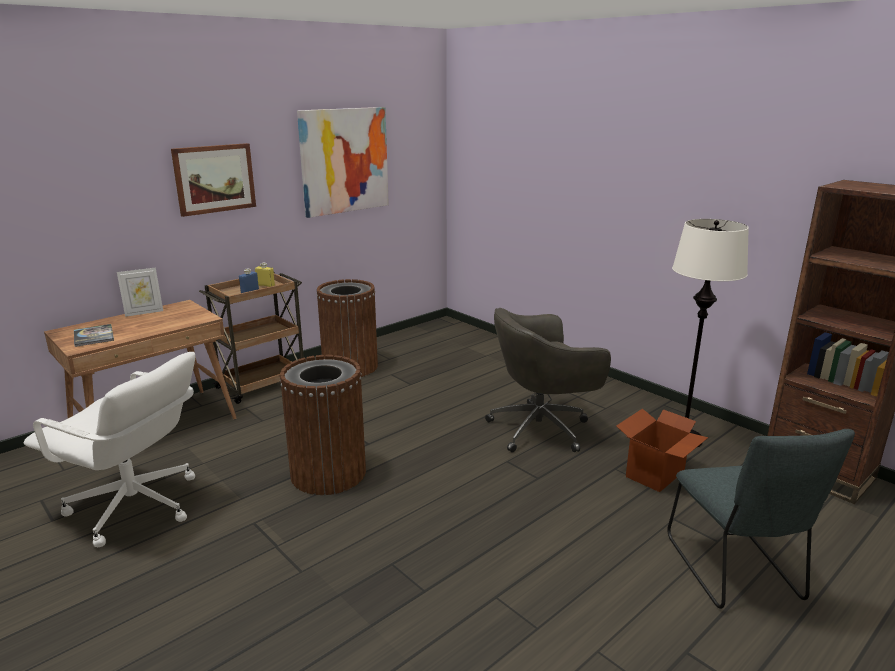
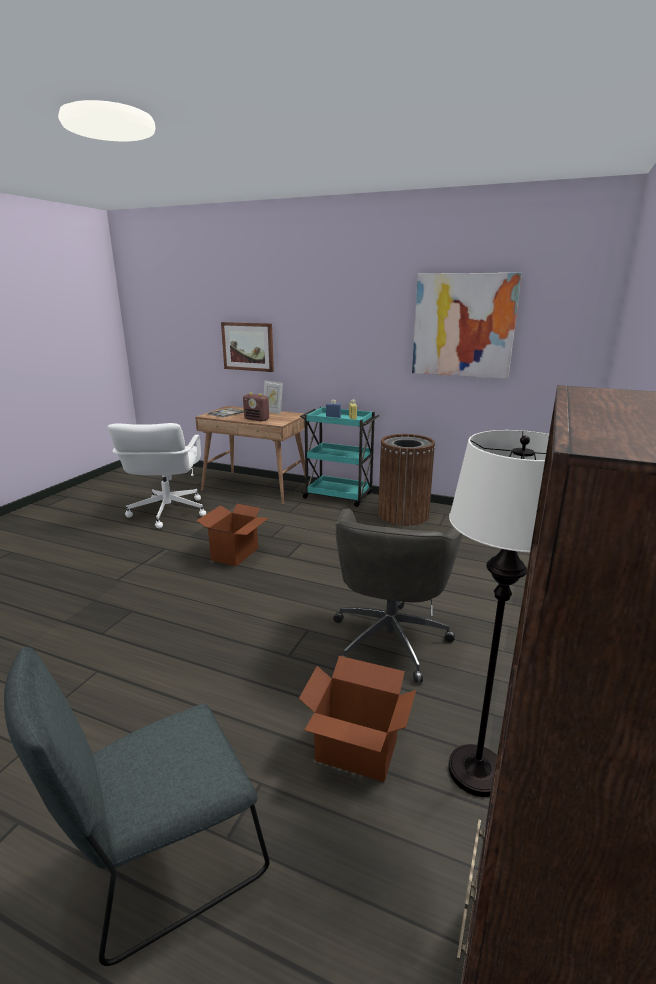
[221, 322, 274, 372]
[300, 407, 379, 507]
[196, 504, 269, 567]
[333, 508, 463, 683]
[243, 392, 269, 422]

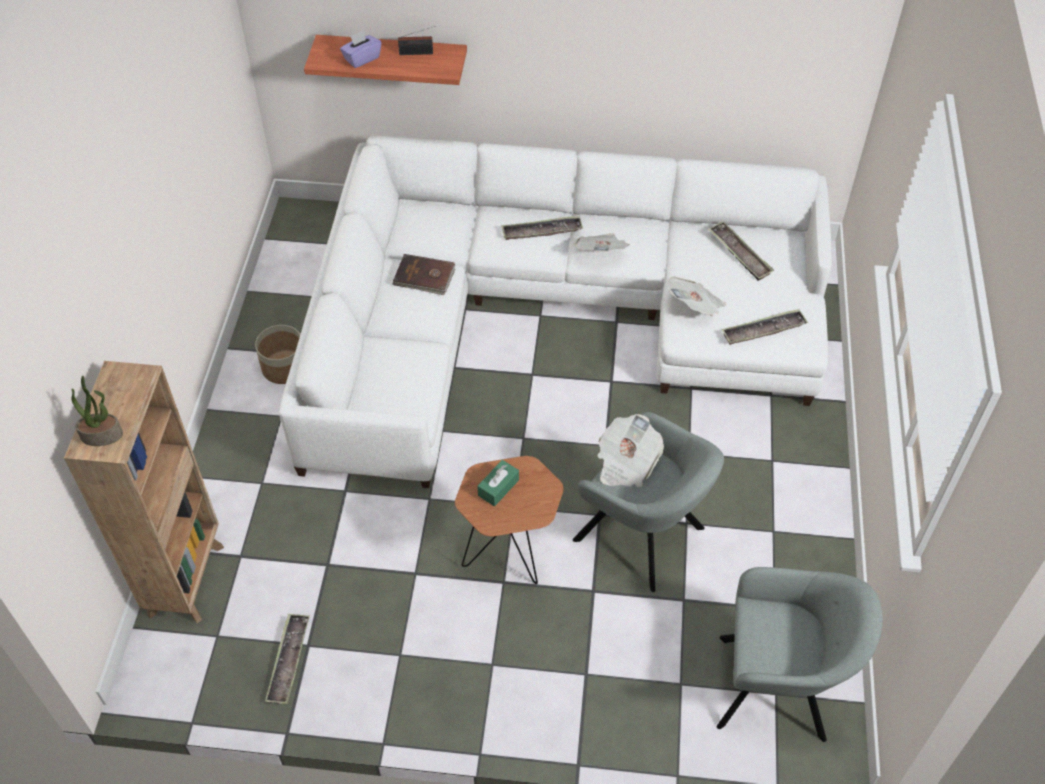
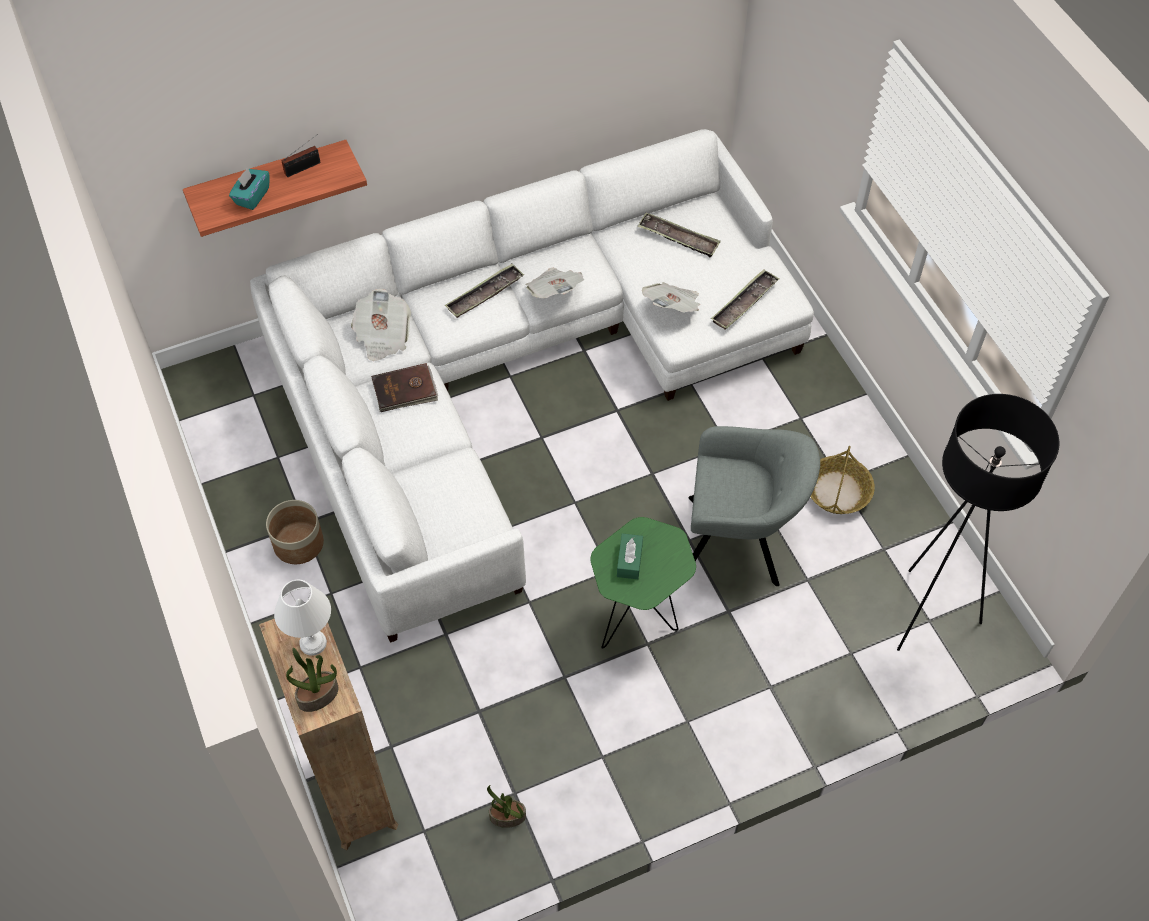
[487, 785, 526, 828]
[229, 167, 269, 210]
[590, 517, 696, 649]
[351, 289, 411, 361]
[897, 394, 1059, 651]
[274, 580, 331, 656]
[811, 446, 875, 514]

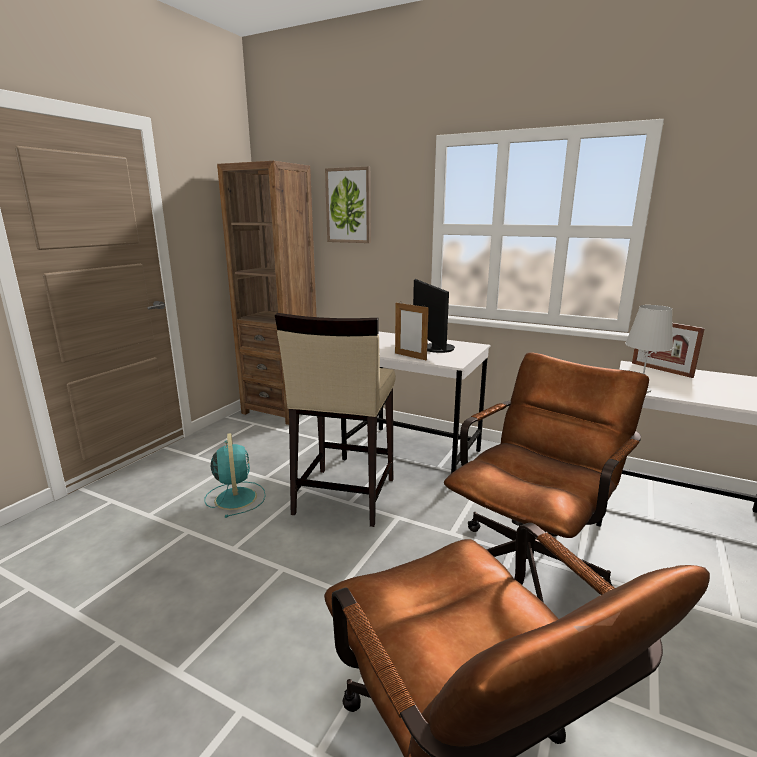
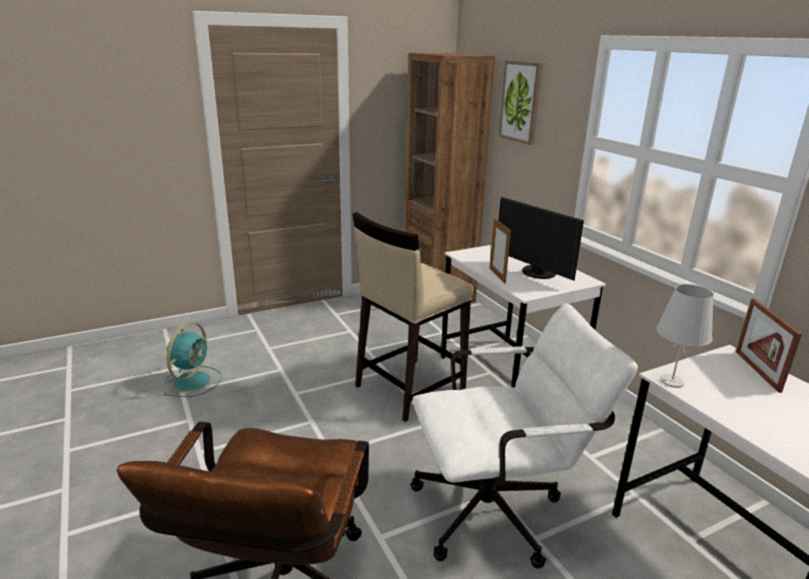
[163, 322, 222, 397]
[499, 197, 584, 281]
[410, 303, 638, 569]

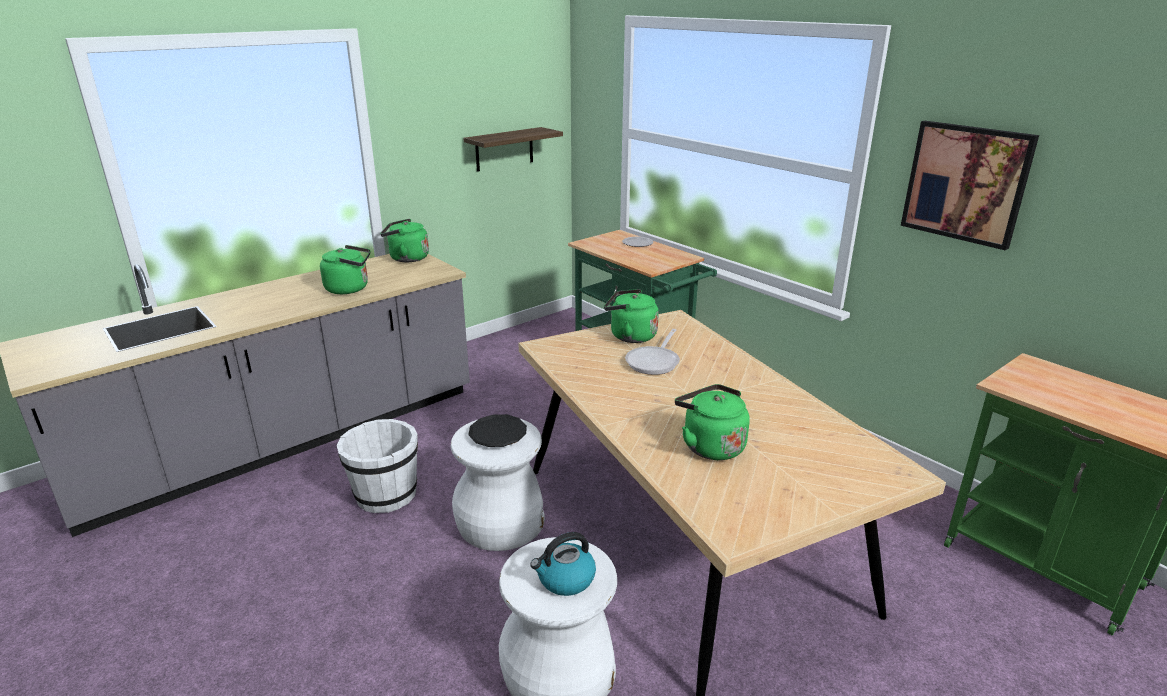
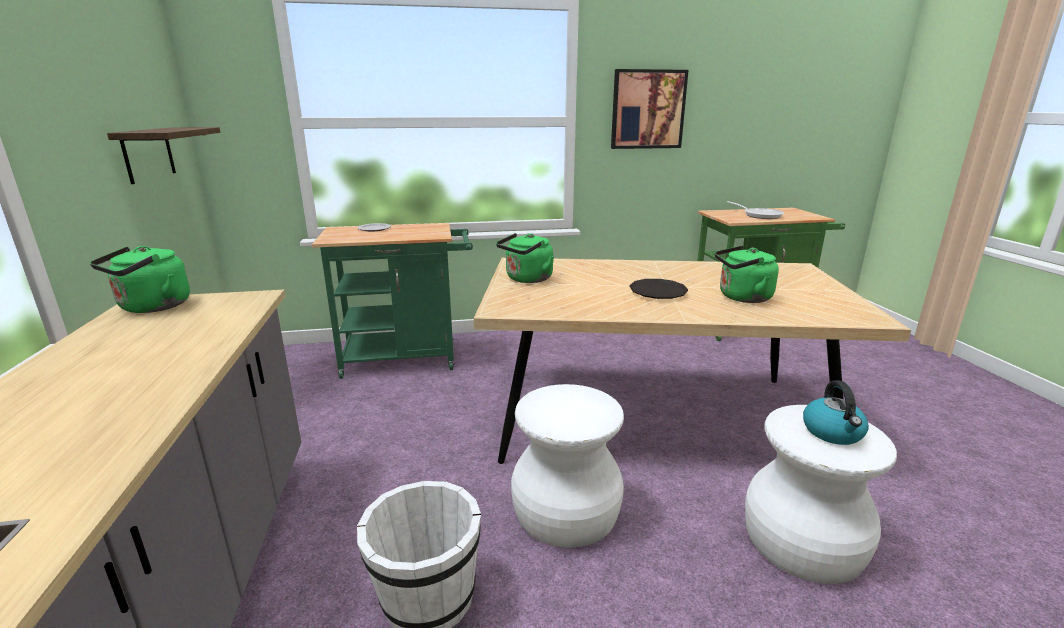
[320, 245, 371, 294] (first image)
[629, 279, 688, 299]
[727, 201, 784, 219]

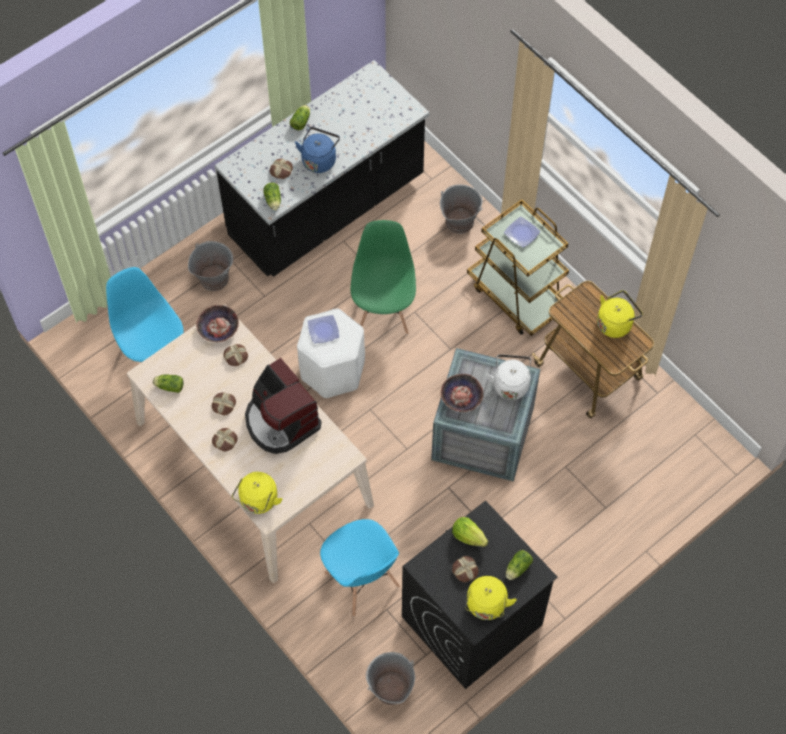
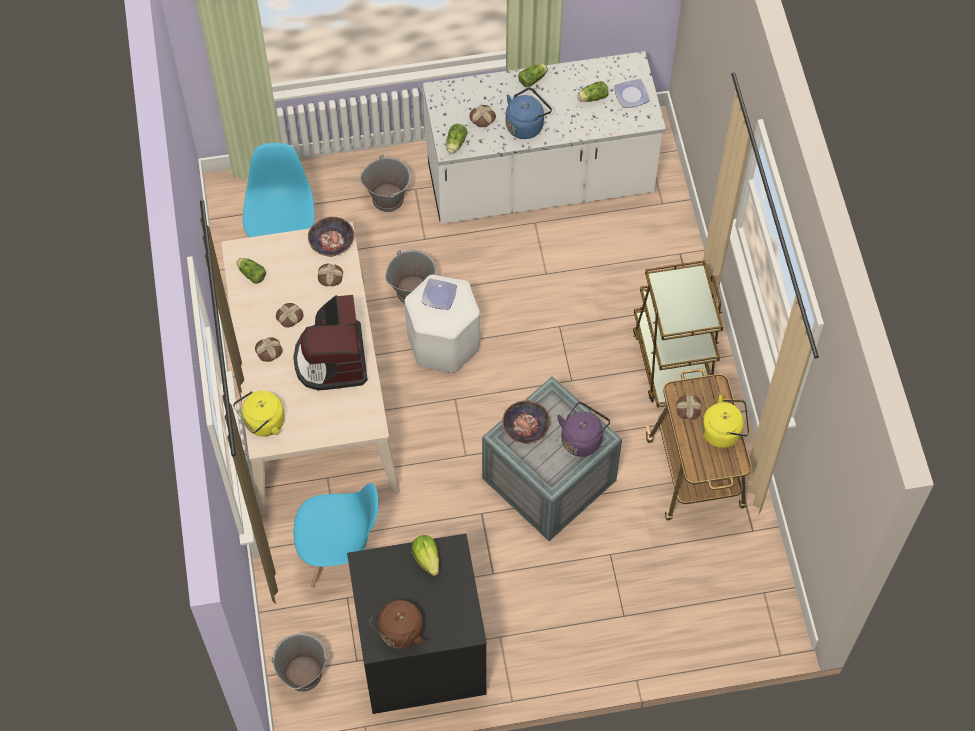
[423, 51, 666, 224]
[294, 483, 379, 588]
[351, 220, 416, 335] (first image)
[385, 249, 437, 304]
[676, 395, 702, 420]
[369, 600, 425, 649]
[557, 402, 610, 457]
[614, 79, 650, 108]
[577, 81, 608, 102]

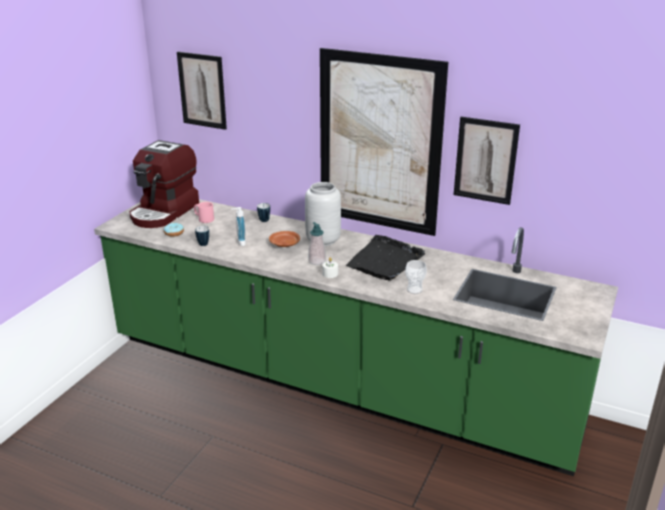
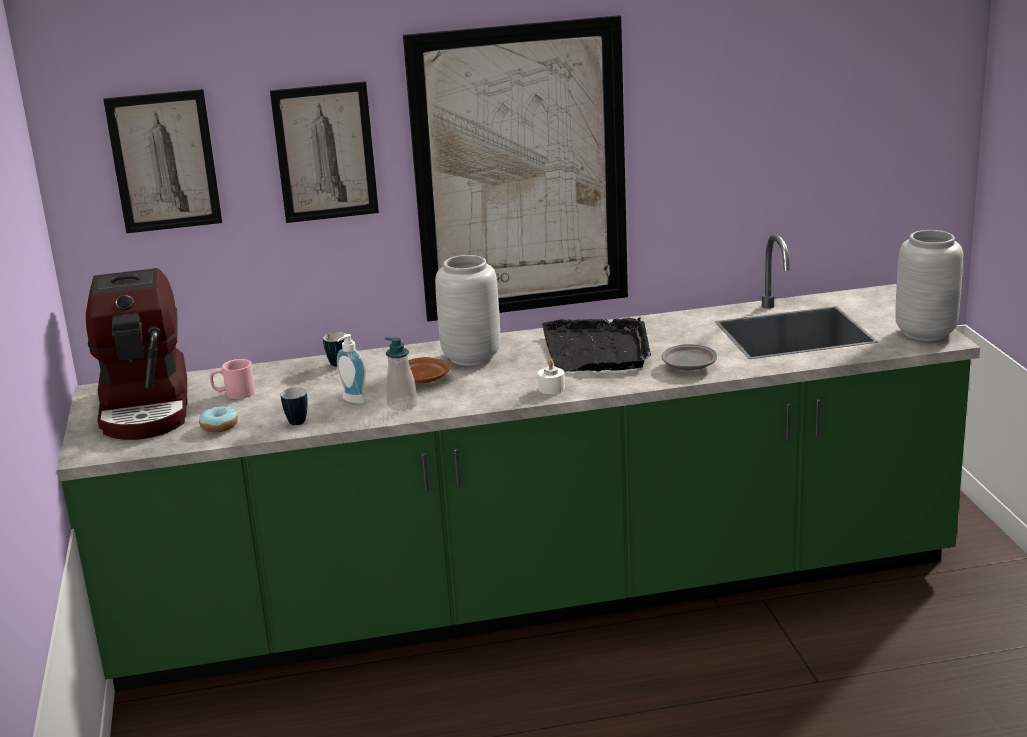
[385, 337, 417, 410]
[662, 344, 717, 371]
[270, 81, 379, 223]
[895, 230, 963, 341]

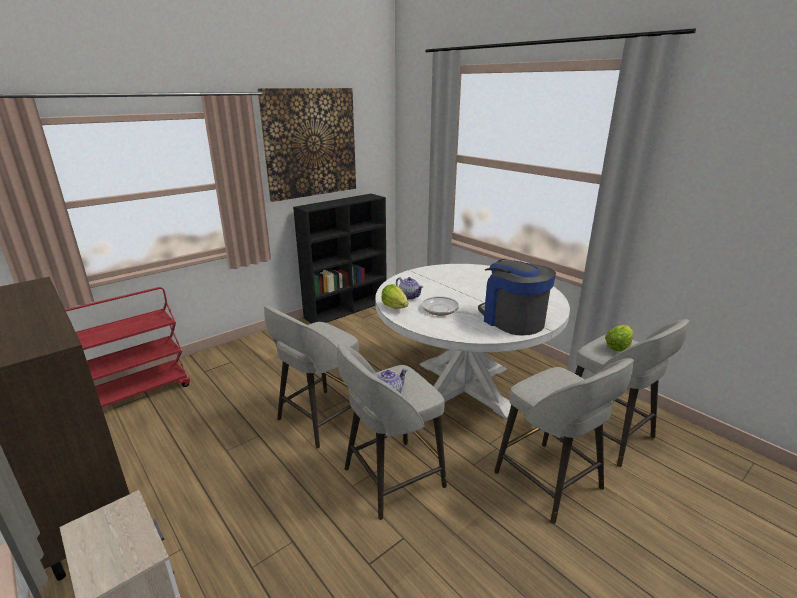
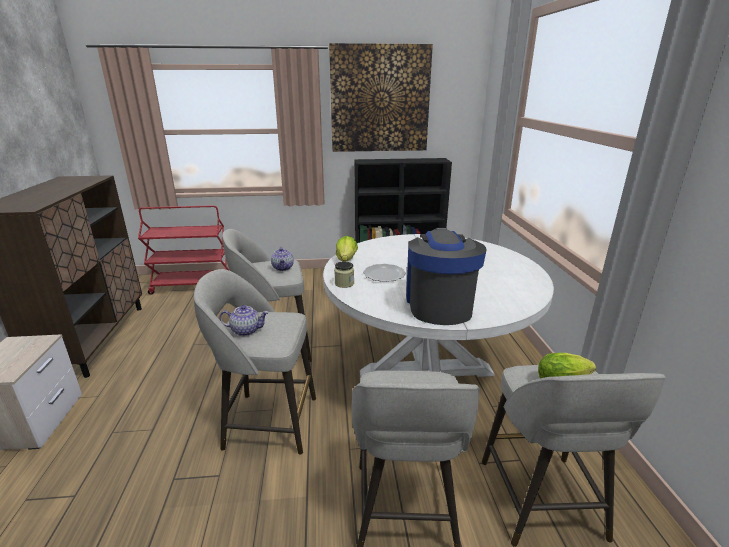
[271, 247, 294, 271]
[363, 264, 406, 282]
[334, 261, 354, 288]

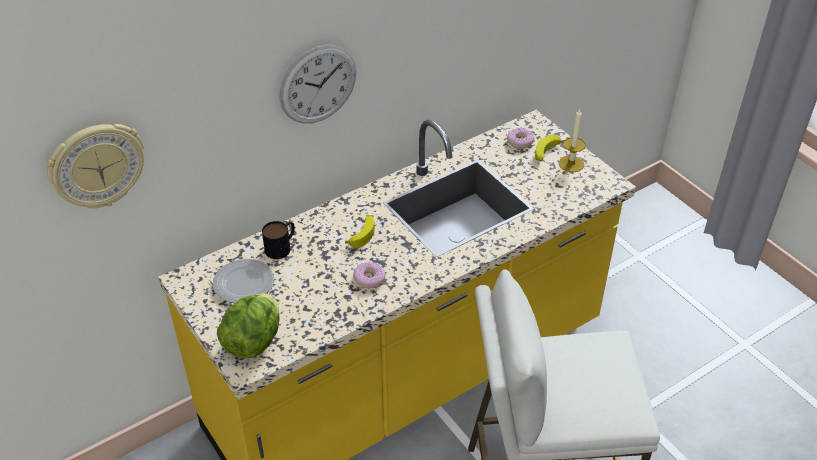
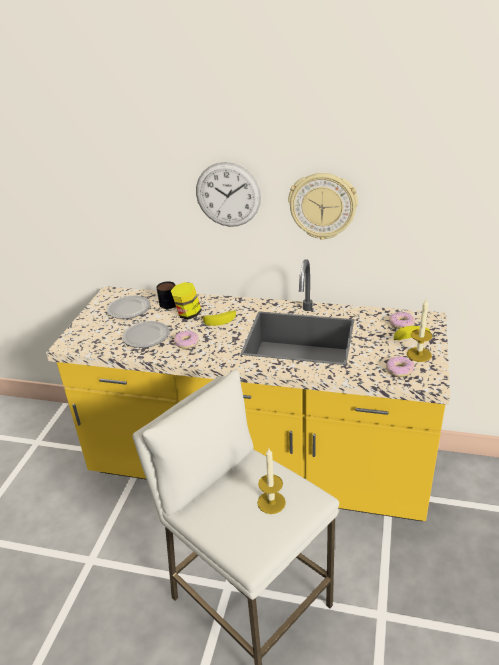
[288, 173, 358, 240]
[217, 293, 280, 359] (first image)
[122, 321, 170, 348]
[171, 282, 202, 319]
[257, 448, 286, 514]
[386, 356, 415, 377]

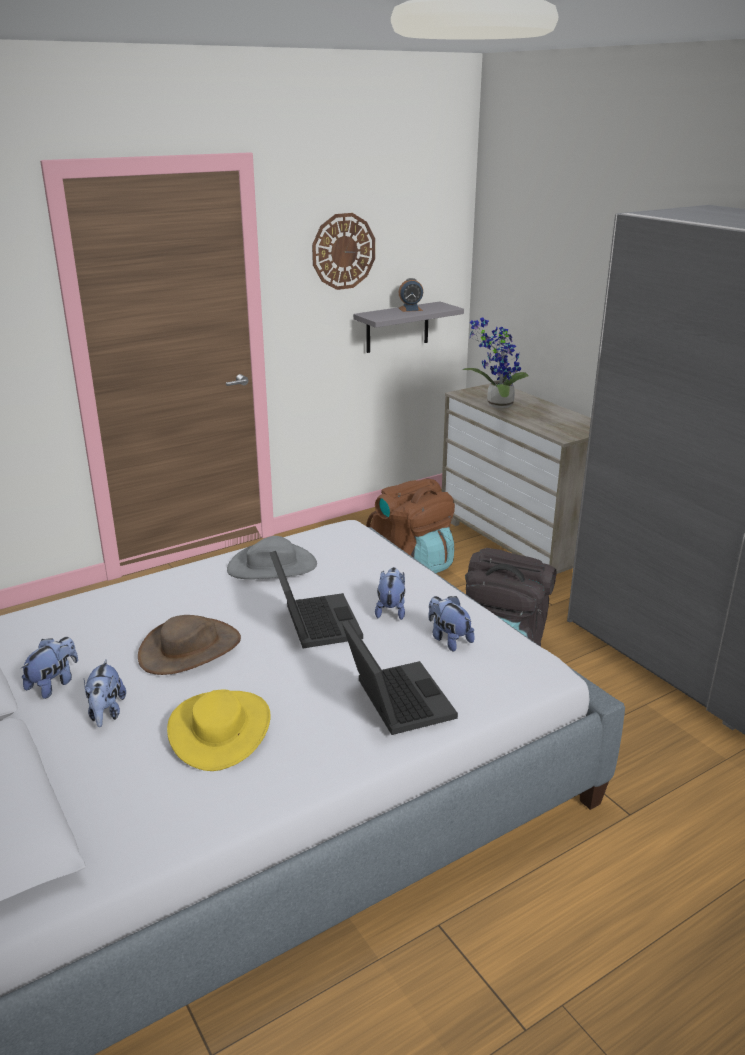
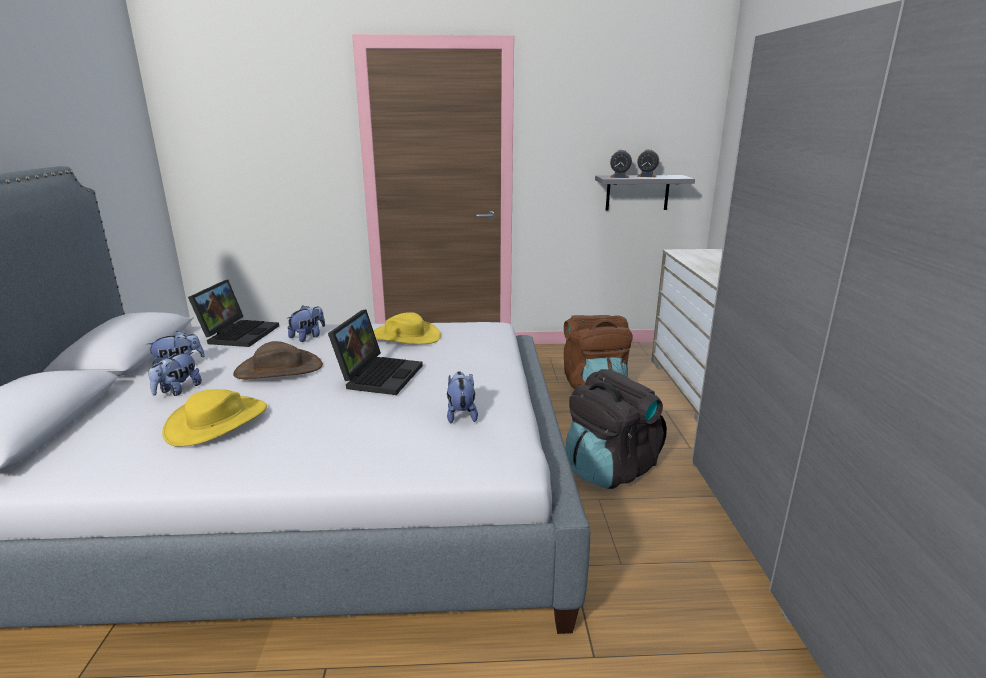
[373, 312, 441, 344]
[312, 213, 375, 290] (first image)
[188, 280, 279, 347]
[287, 305, 325, 342]
[462, 318, 529, 408] (first image)
[610, 150, 632, 178]

